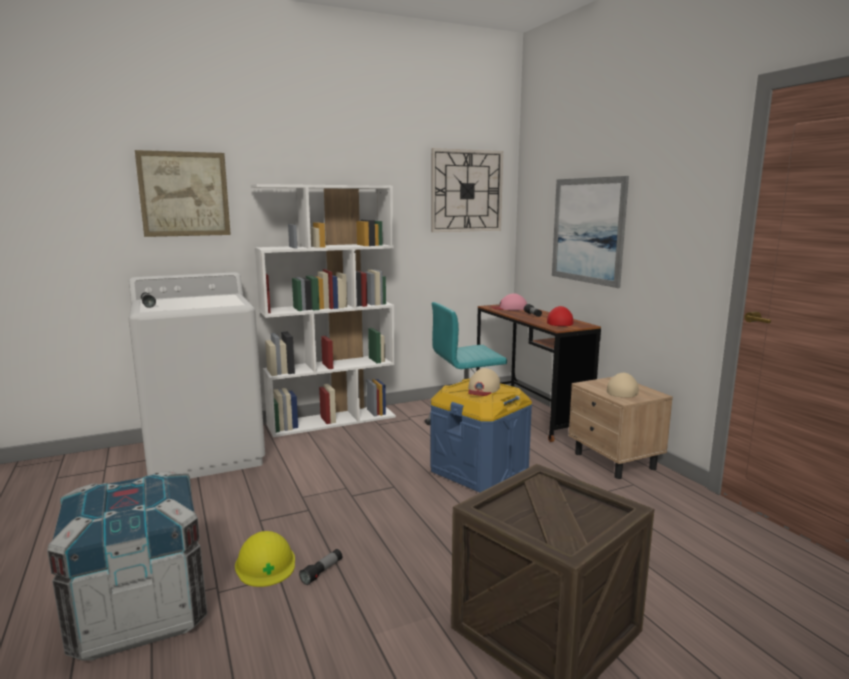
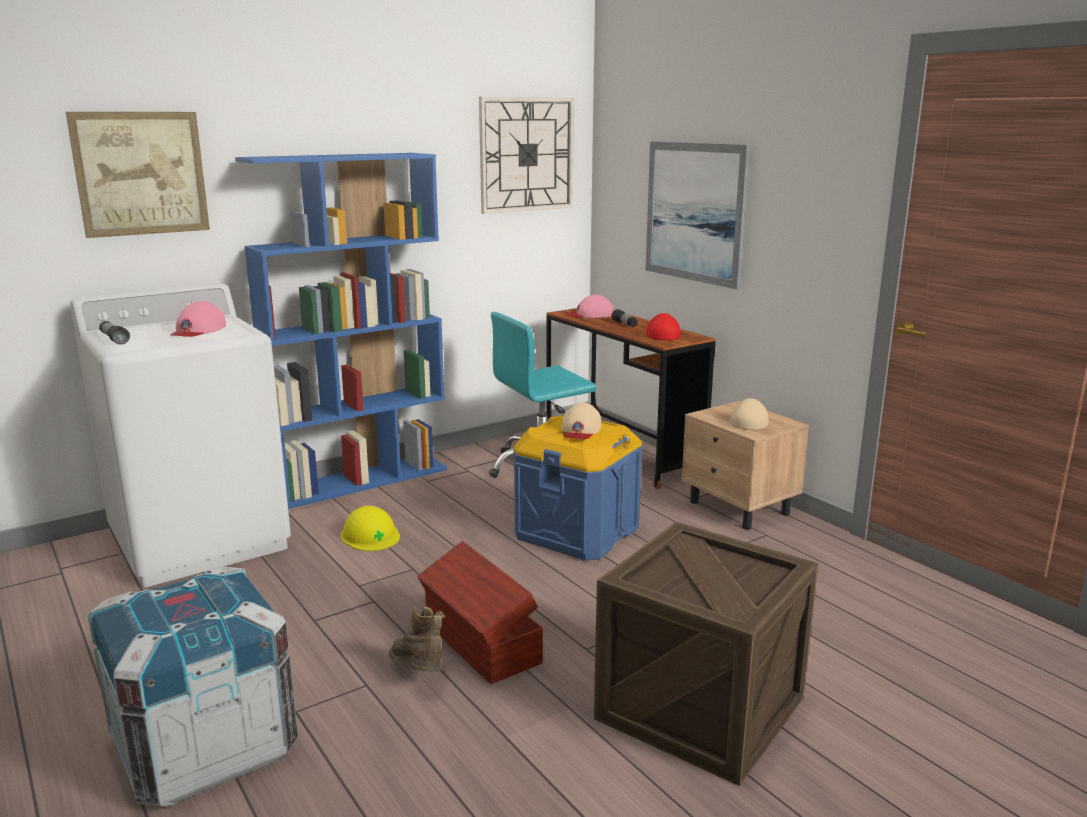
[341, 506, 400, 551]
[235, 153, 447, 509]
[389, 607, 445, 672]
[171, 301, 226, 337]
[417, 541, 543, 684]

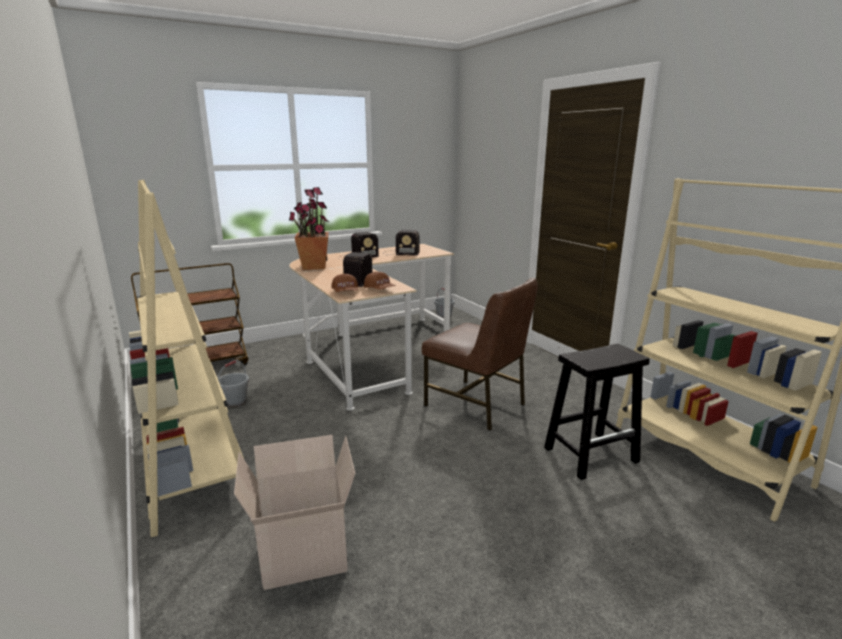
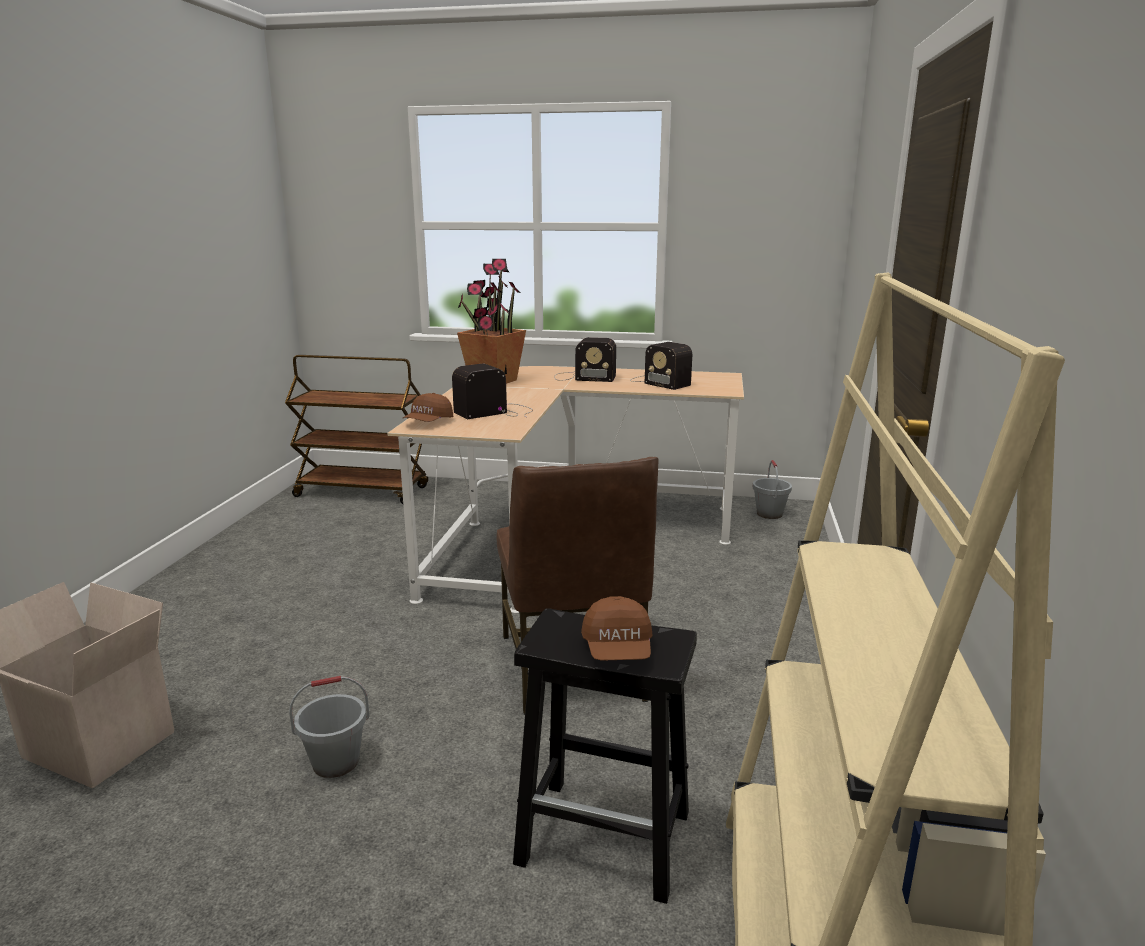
[129, 180, 244, 537] (first image)
[289, 676, 370, 778]
[581, 596, 653, 660]

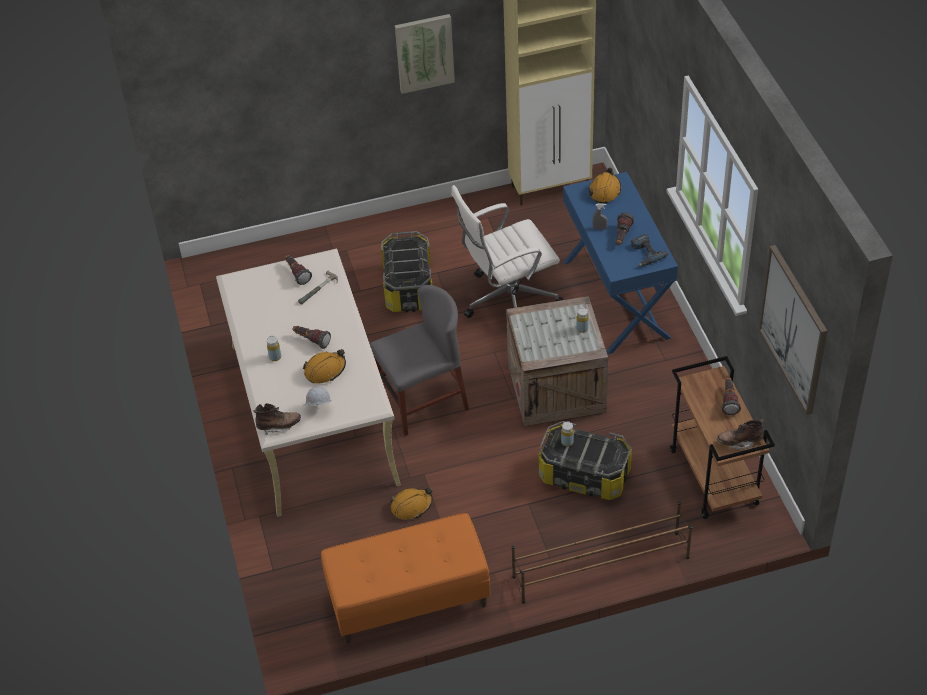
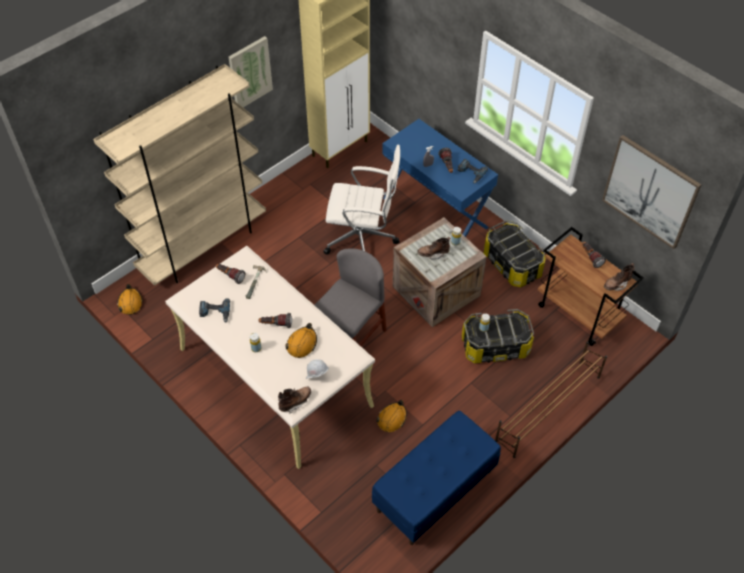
[372, 411, 501, 545]
[484, 220, 546, 287]
[323, 145, 400, 255]
[117, 284, 143, 315]
[93, 64, 266, 286]
[199, 298, 230, 323]
[417, 237, 450, 259]

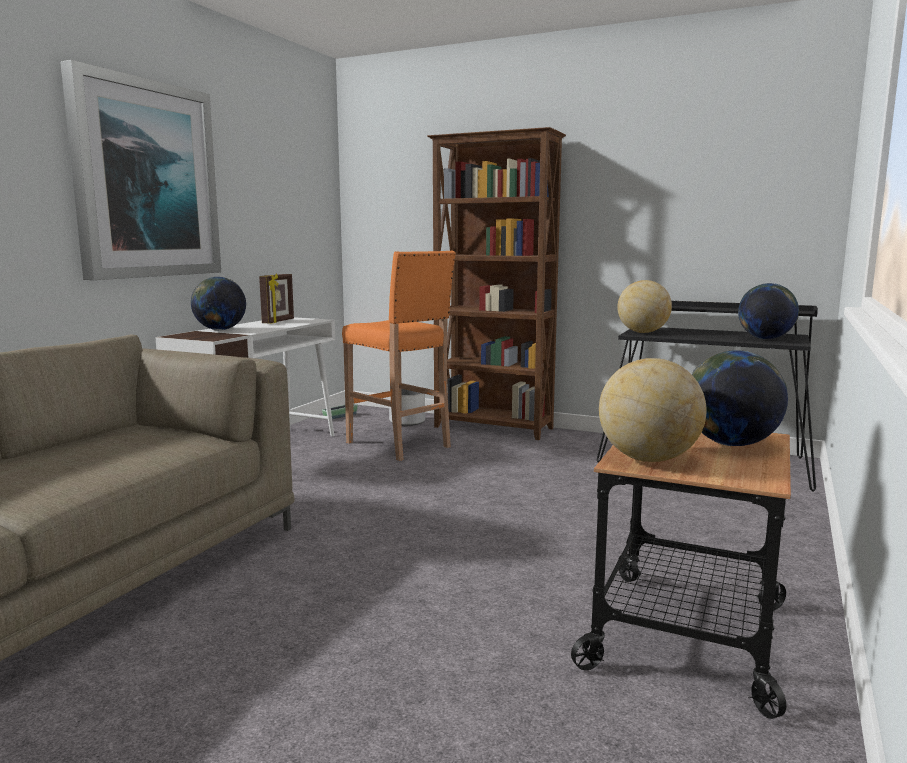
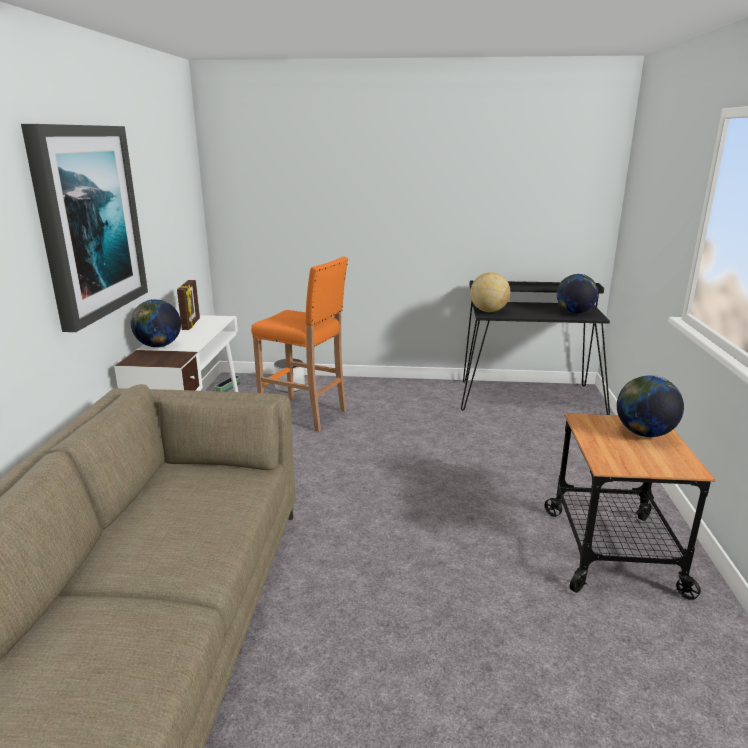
[427, 127, 566, 440] (first image)
[599, 358, 706, 462] (first image)

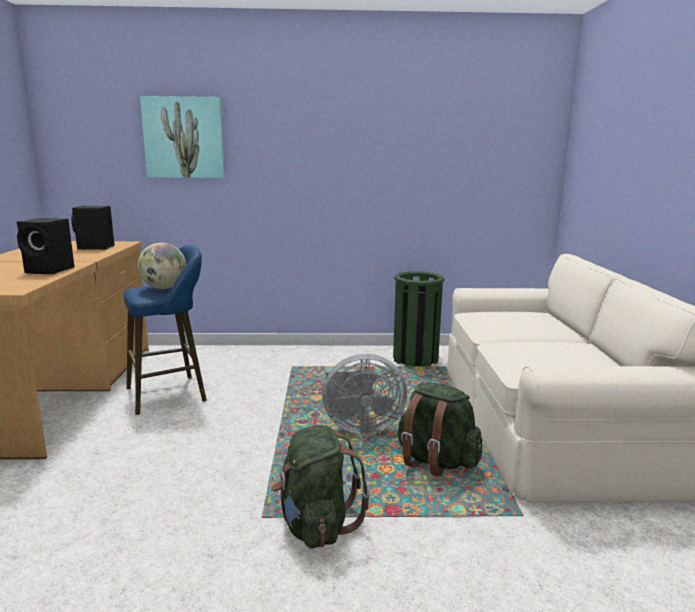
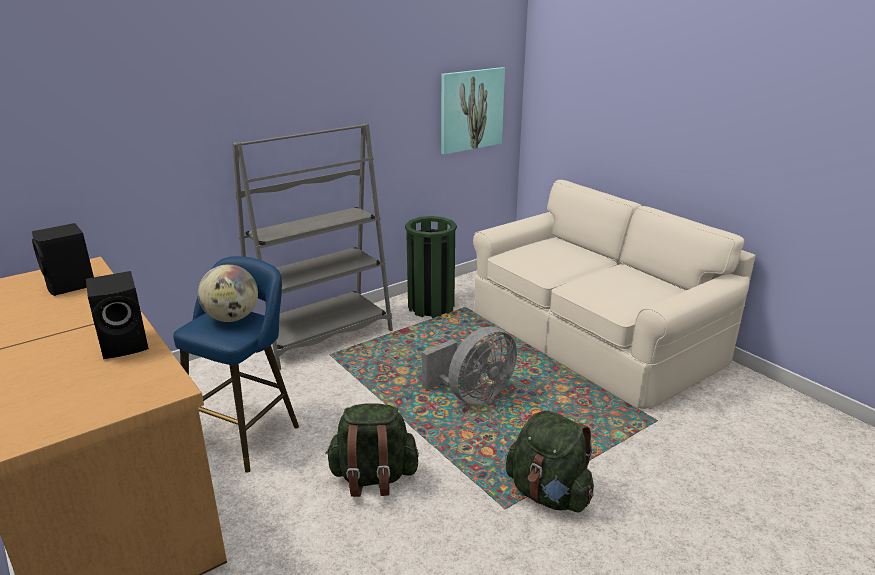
[441, 67, 505, 154]
[325, 403, 419, 497]
[232, 124, 393, 370]

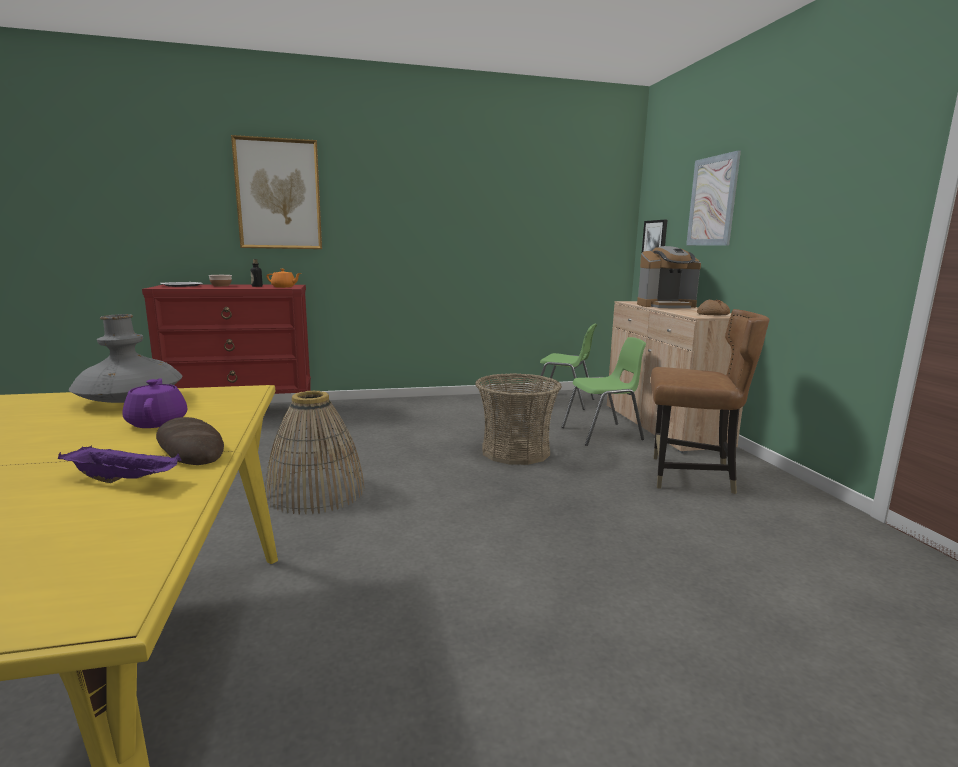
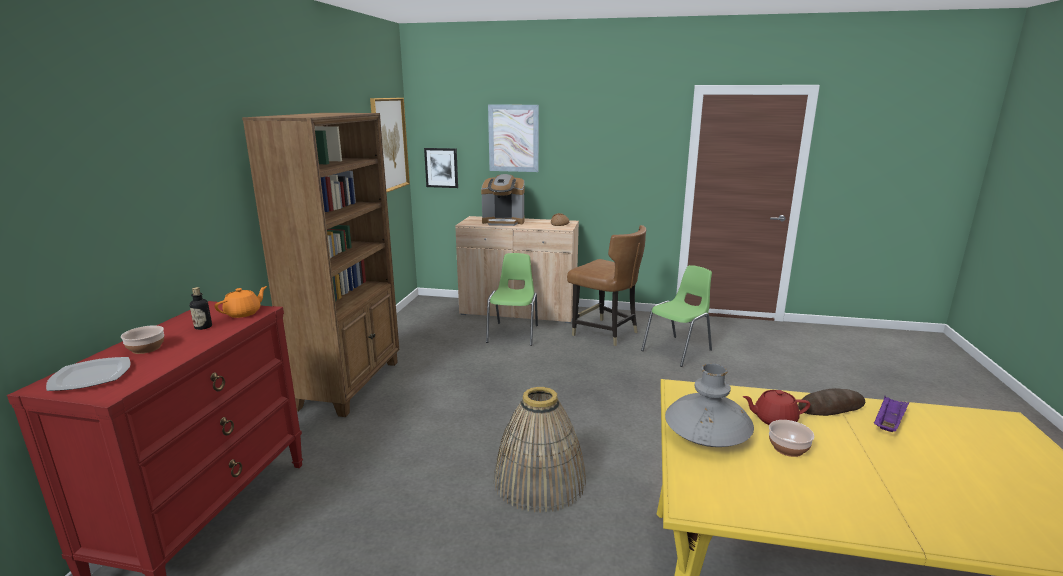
[743, 390, 810, 425]
[370, 98, 410, 192]
[475, 373, 562, 465] (first image)
[641, 265, 712, 367]
[481, 174, 525, 226]
[567, 225, 646, 346]
[242, 113, 399, 417]
[769, 420, 814, 457]

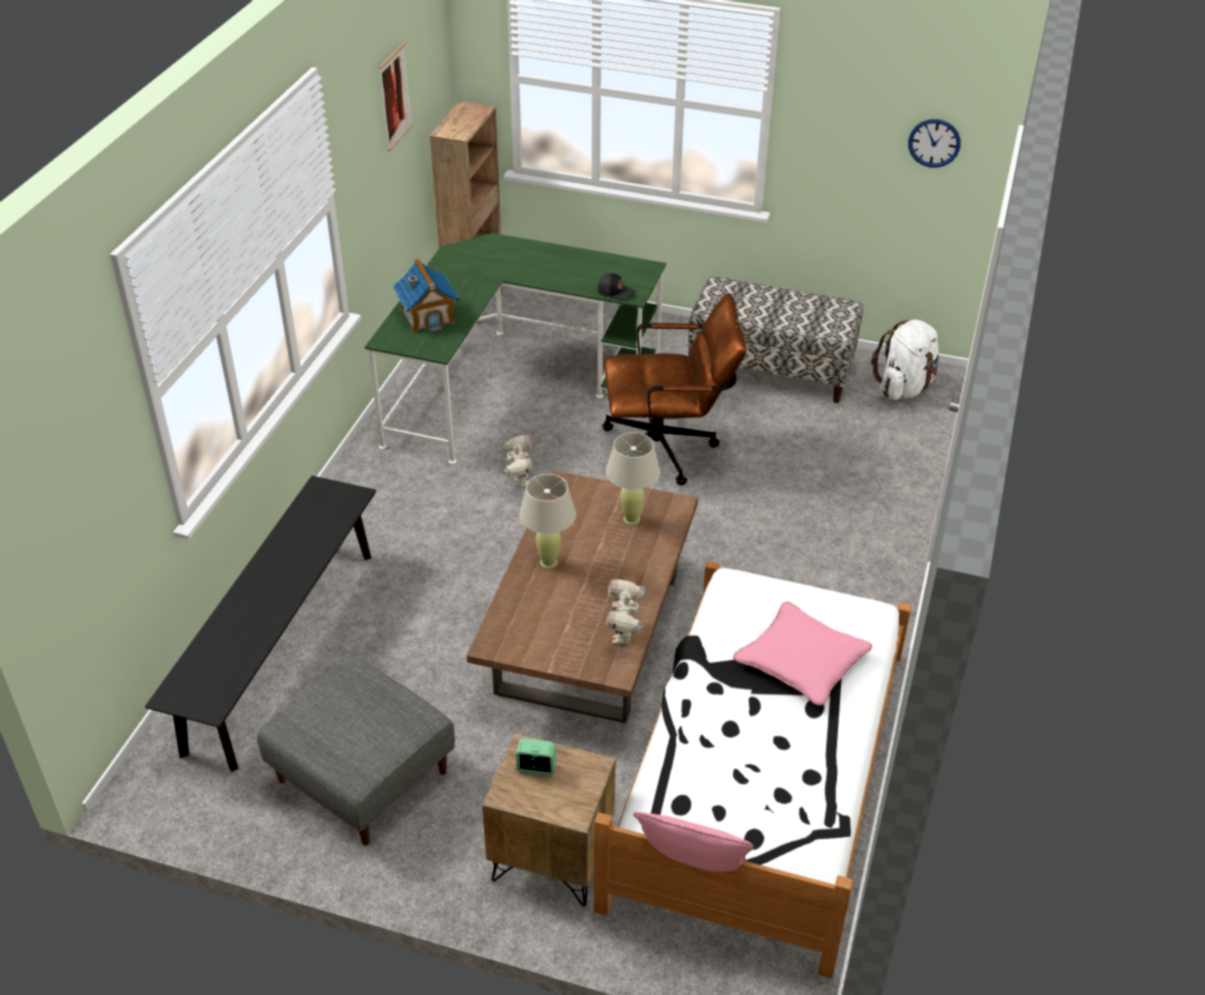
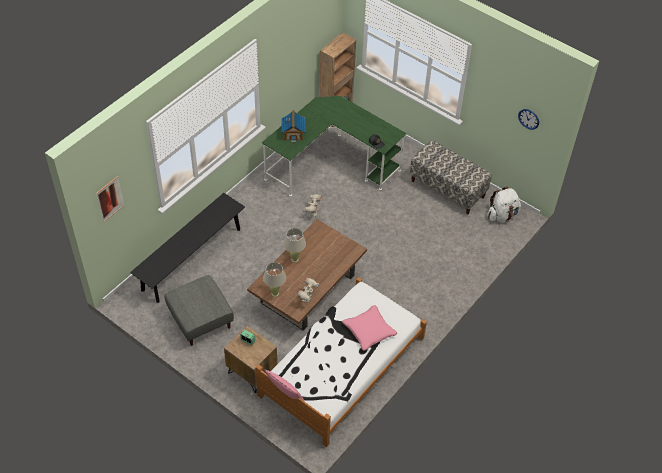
[96, 176, 124, 222]
[602, 293, 747, 485] (first image)
[263, 262, 286, 297]

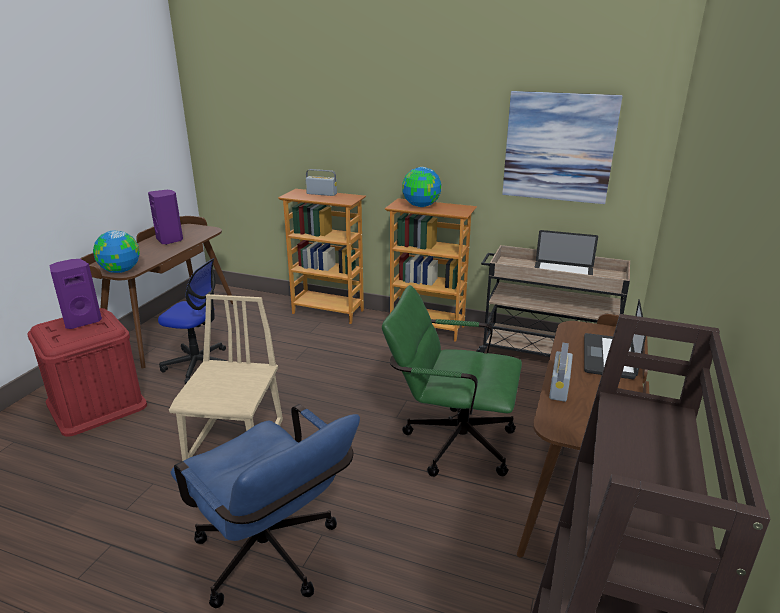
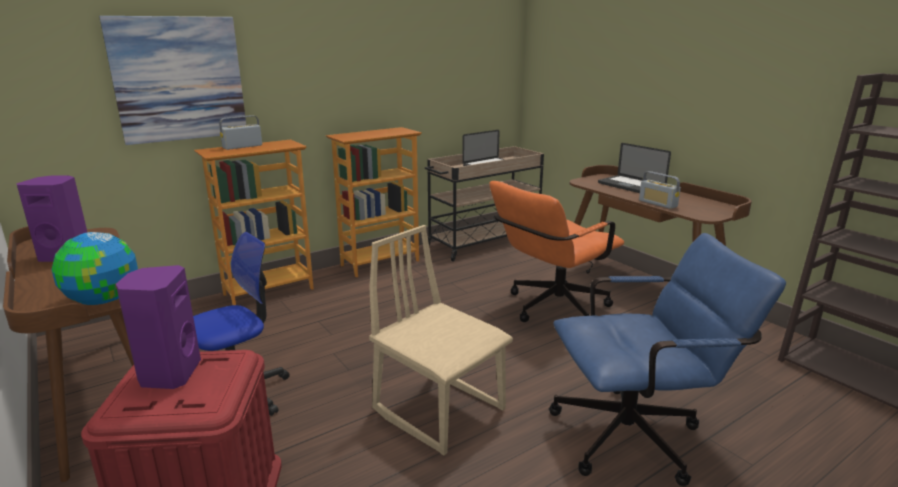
[489, 181, 624, 322]
[402, 167, 441, 207] (first image)
[99, 16, 246, 145]

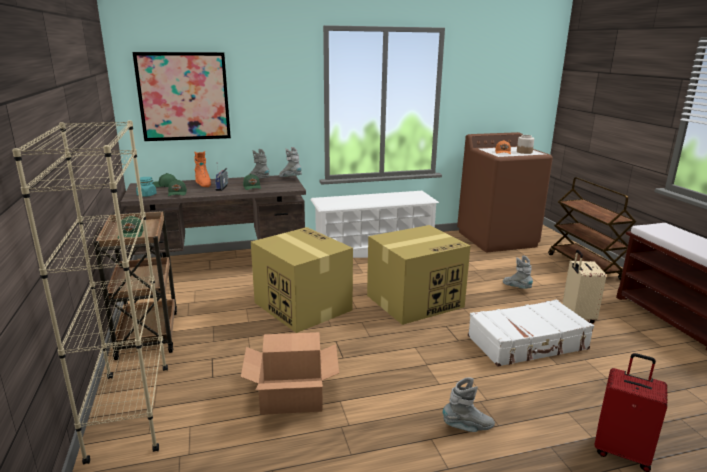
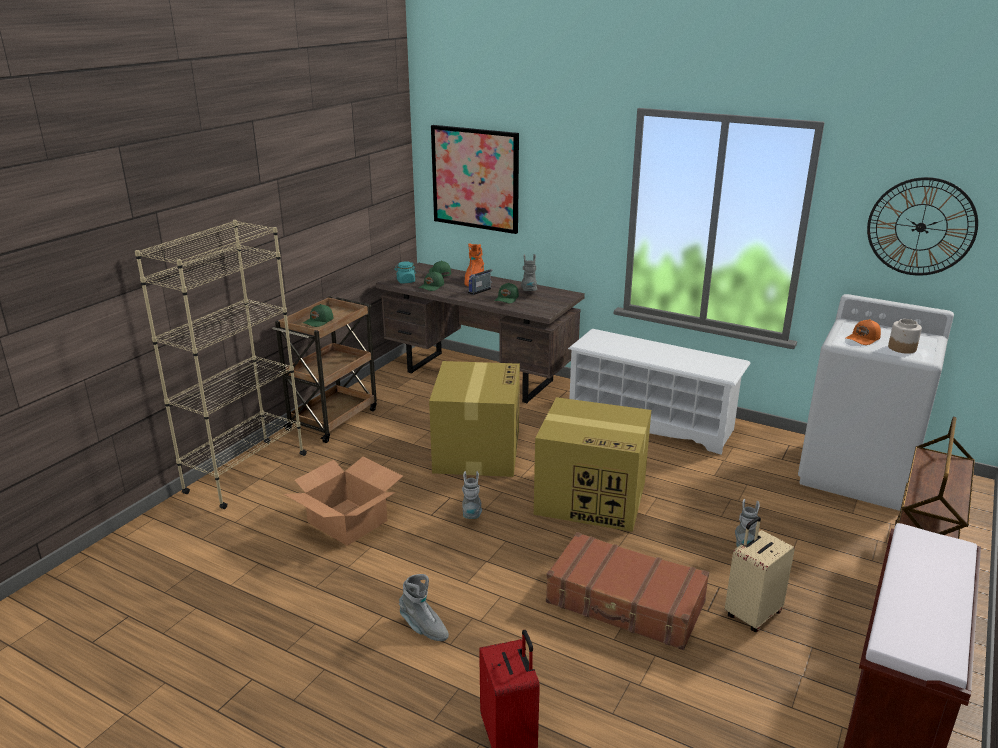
[462, 471, 482, 519]
[798, 294, 954, 511]
[546, 532, 709, 650]
[867, 177, 978, 276]

